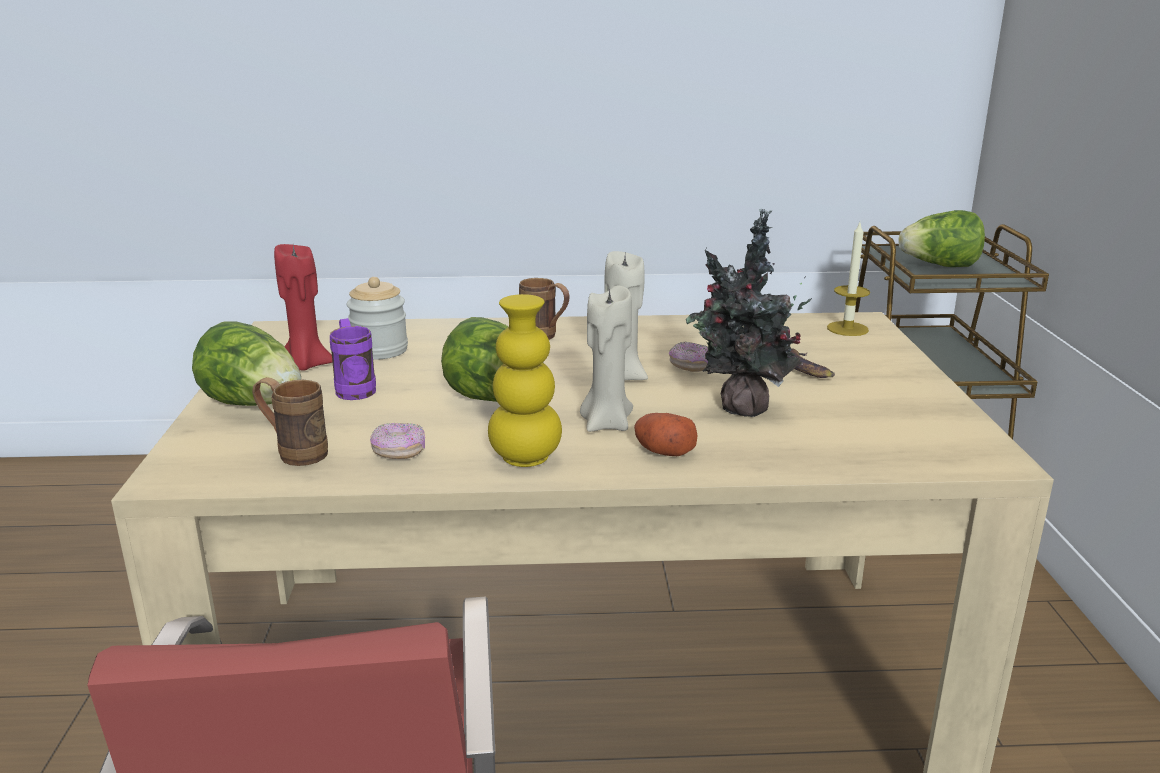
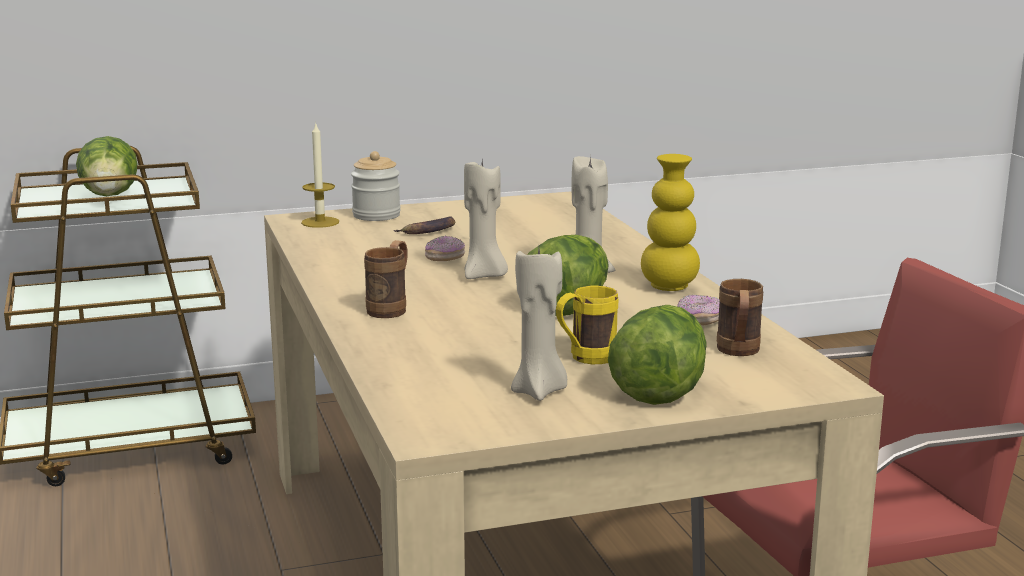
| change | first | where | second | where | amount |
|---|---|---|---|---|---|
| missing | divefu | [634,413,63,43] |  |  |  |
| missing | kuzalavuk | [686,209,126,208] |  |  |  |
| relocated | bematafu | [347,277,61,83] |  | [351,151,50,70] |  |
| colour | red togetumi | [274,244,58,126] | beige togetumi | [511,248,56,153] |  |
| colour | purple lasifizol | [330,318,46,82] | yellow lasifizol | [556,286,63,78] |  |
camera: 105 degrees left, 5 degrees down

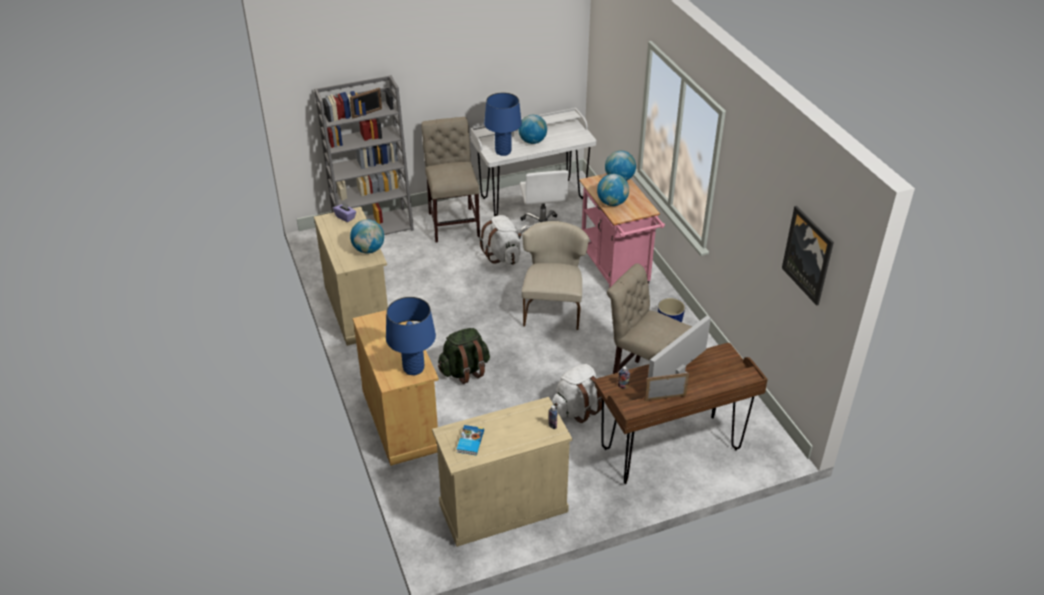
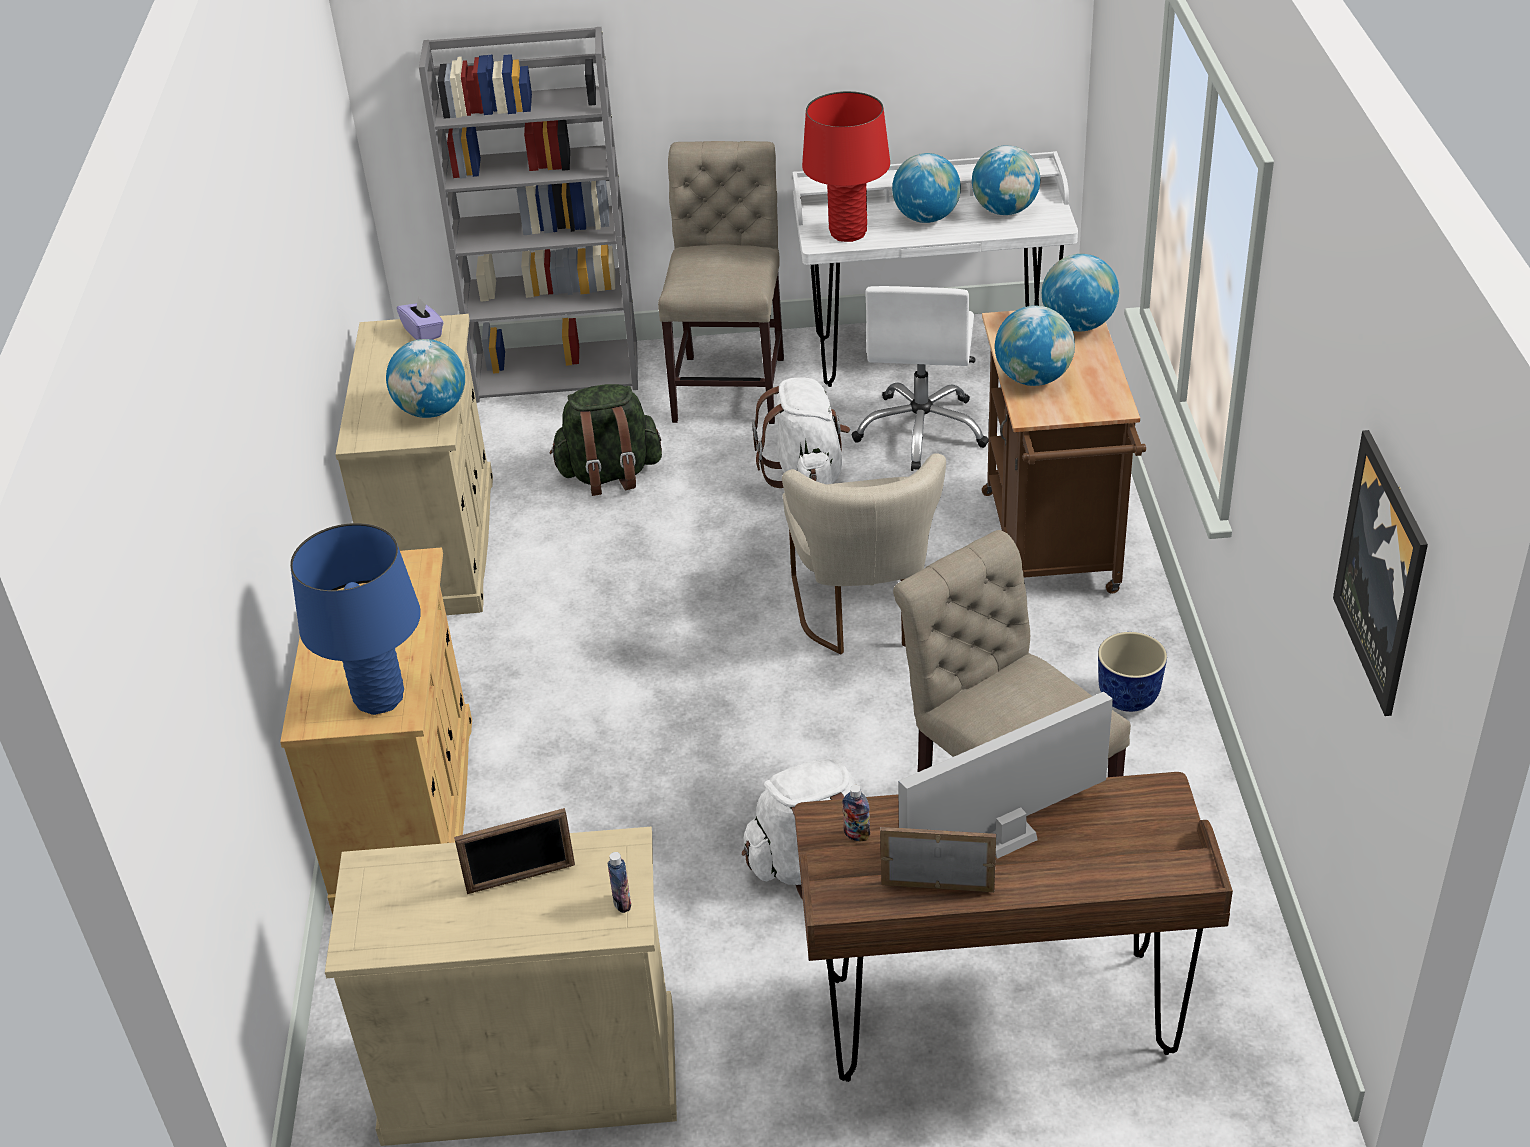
| change | first | where | second | where | amount |
|---|---|---|---|---|---|
| missing | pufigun | [457,425,27,30] |  |  |  |
| appeared |  |  | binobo | [972,145,68,70] |  |
| relocated | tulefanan | [350,88,32,30] |  | [454,808,121,86] |  |
| relocated | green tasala | [438,328,52,56] |  | [550,384,112,112] |  |
| colour | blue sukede | [484,93,38,63] | red sukede | [802,91,88,151] |  |
| colour | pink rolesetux | [579,173,86,115] | brown rolesetux | [982,310,164,284] |  |
| spun | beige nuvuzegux | [522,221,67,109] |  | [782,453,164,201] | 150 degrees clockwise |
camera: 20 degrees right, 0 degrees up

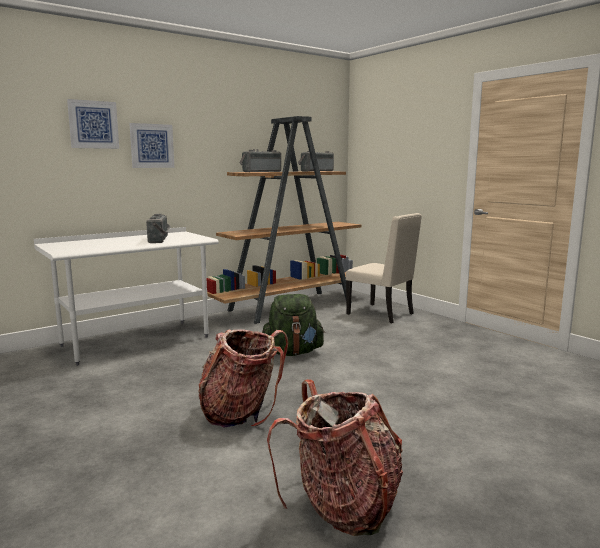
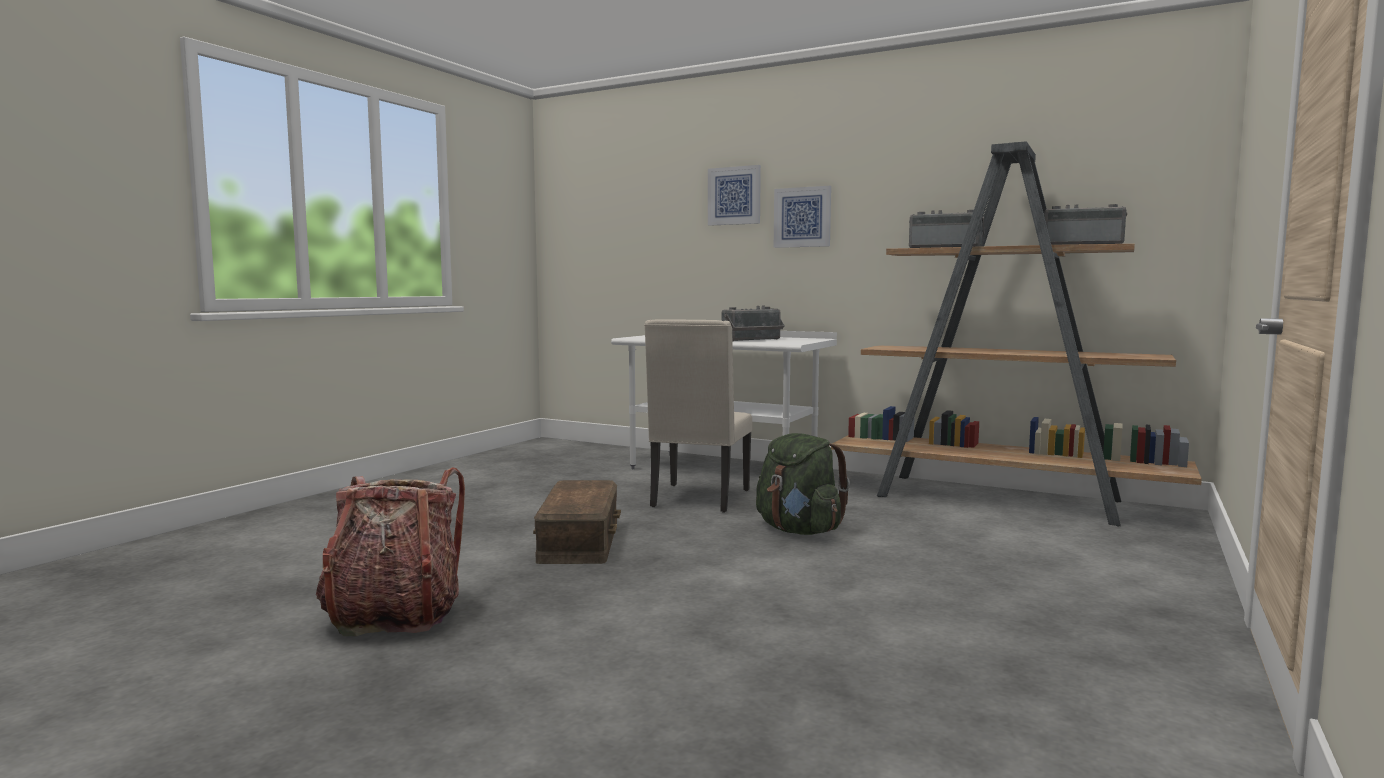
| change | first | where | second | where | amount |
|---|---|---|---|---|---|
| relocated | beige nuvuzegux | [346,213,76,111] |  | [644,319,108,194] |  |
| exchanged | tasala | [198,329,90,99] | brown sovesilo | [533,480,88,84] |  |
camera: 65 degrees right, 5 degrees down

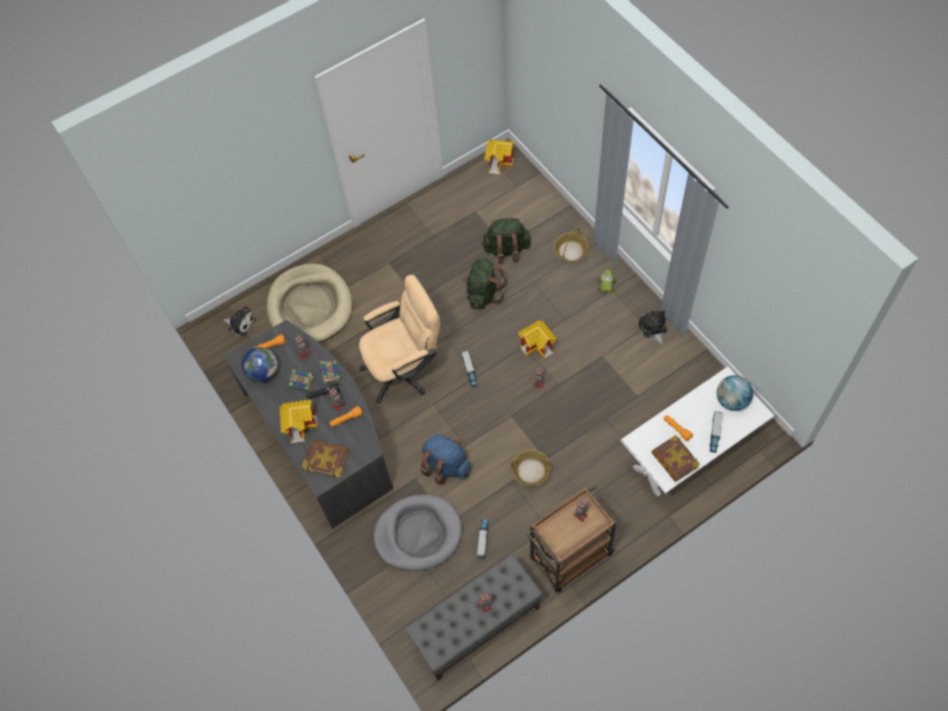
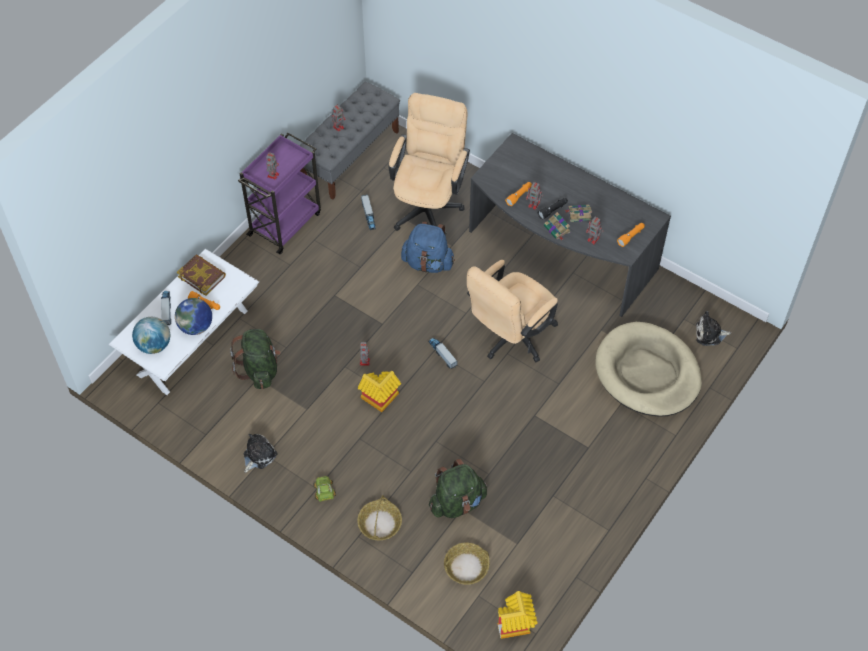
| change | first | where | second | where | amount |
|---|---|---|---|---|---|
| missing | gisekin | [279,399,38,44] |  |  |  |
| missing | pufigun | [302,440,47,38] |  |  |  |
| relocated | binobo | [242,347,36,36] |  | [175,298,37,37] |  |
| relocated | green tasala | [462,258,45,52] |  | [230,329,51,60] |  |
| relocated | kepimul | [511,450,40,36] |  | [444,542,46,43] |  |
| exchanged | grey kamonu | [374,494,88,77] | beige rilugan | [389,93,81,138] |  |
| colour | brown rolesetux | [526,486,94,107] | purple rolesetux | [238,132,83,122] |  |
| spun | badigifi | [638,310,29,34] |  | [244,434,34,39] | 105 degrees counterclockwise |
camera: 155 degrees right, 5 degrees down

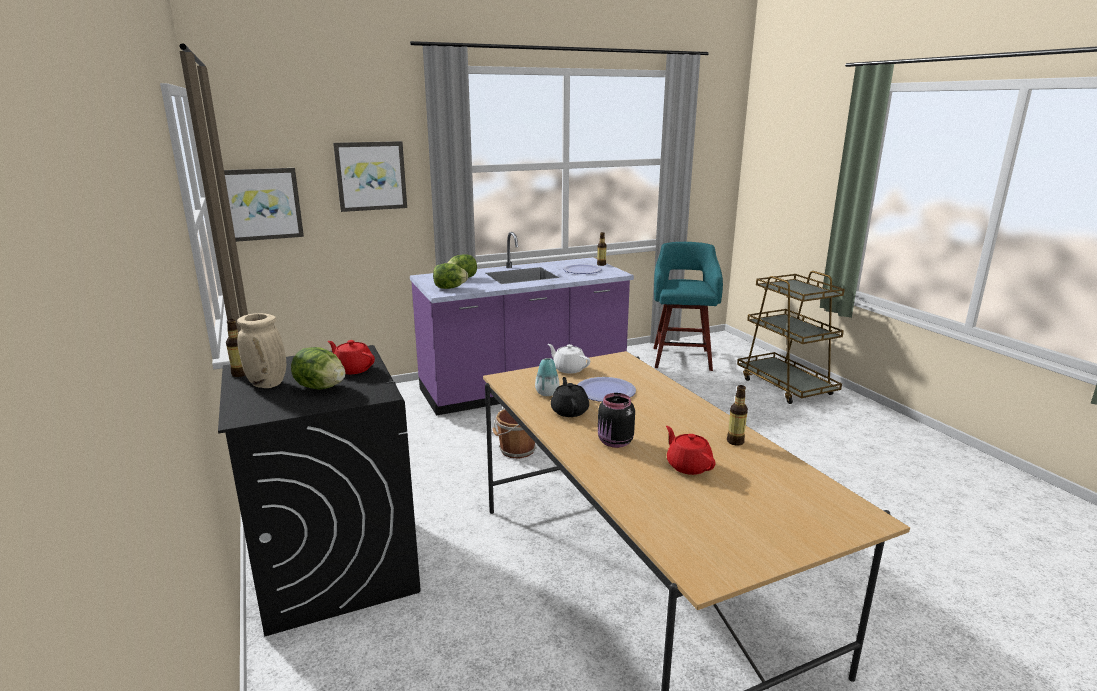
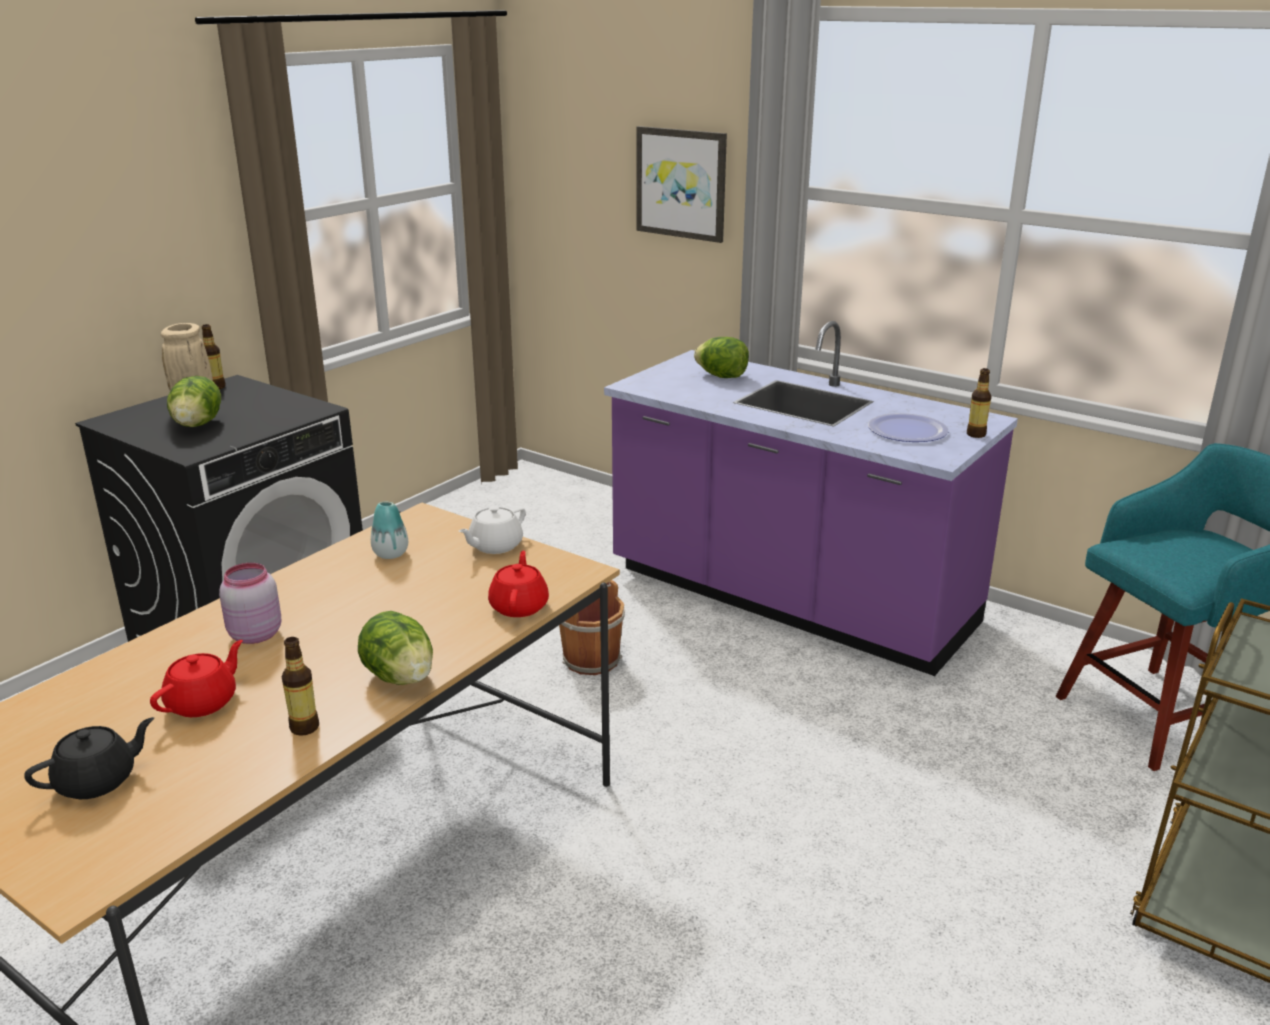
| change | first | where | second | where | amount |
|---|---|---|---|---|---|
| missing | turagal | [224,168,80,74] |  |  |  |
| missing | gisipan | [577,377,59,25] |  |  |  |
| relocated | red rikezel | [328,340,47,34] |  | [488,551,61,66] |  |
| relocated | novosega | [433,263,35,26] |  | [358,611,75,74] |  |
| relocated | black rikezel | [551,377,38,40] |  | [24,717,130,82] |  |
| colour | black bematafu | [598,393,37,55] | pink bematafu | [219,563,62,81] |  |
| spun | white rikezel | [548,344,42,30] |  | [459,506,67,48] | 150 degrees counterclockwise |
camera: 60 degrees right, 5 degrees up

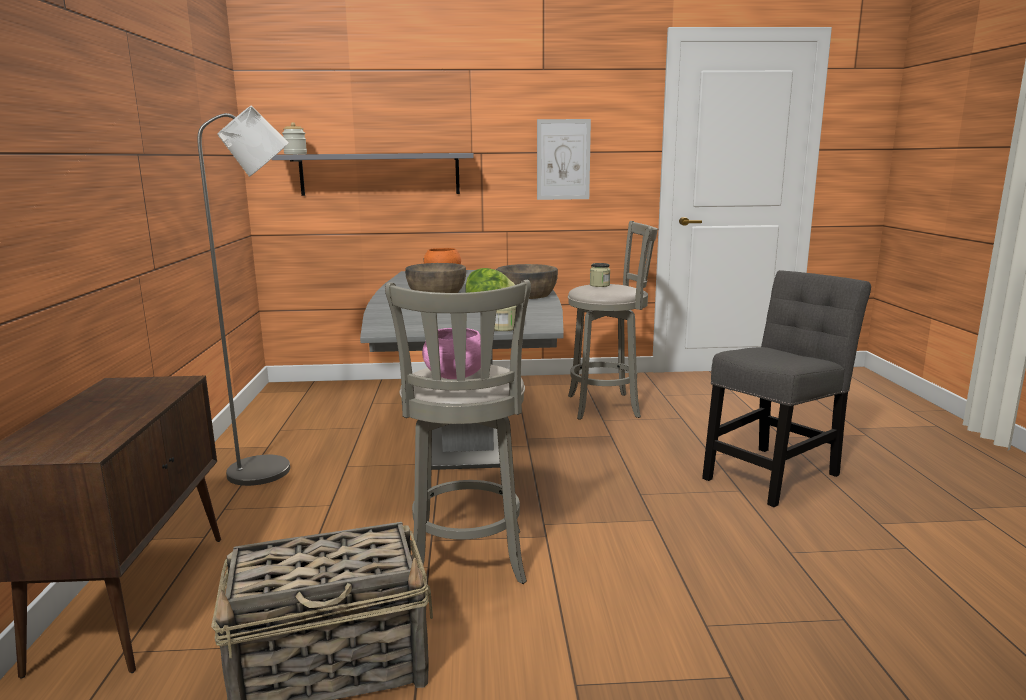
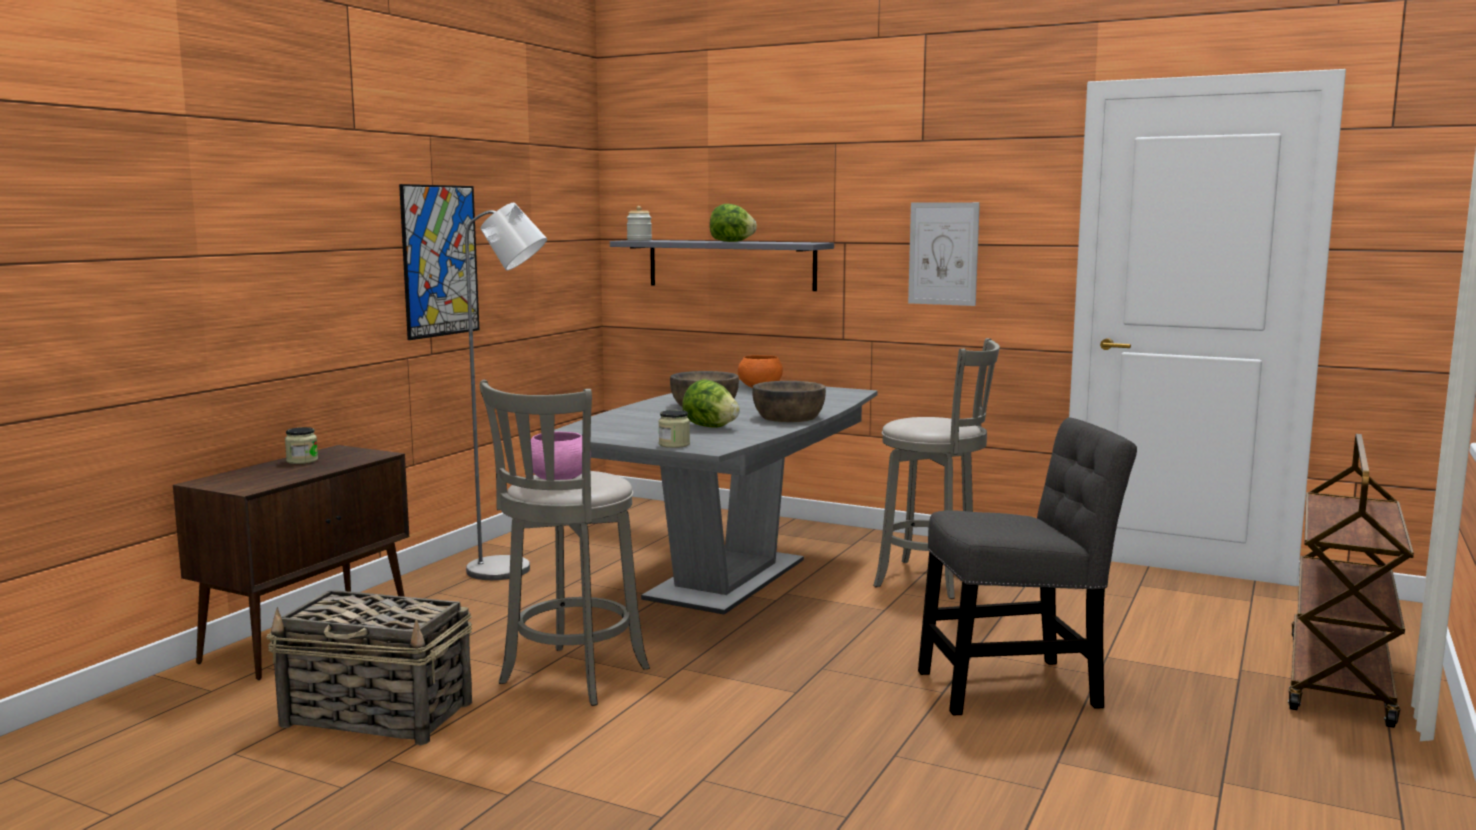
| change | first | where | second | where | amount |
|---|---|---|---|---|---|
| appeared |  |  | turagal | [399,184,80,156] |  |
| appeared |  |  | novosega | [710,204,47,38] |  |
| appeared |  |  | brown rolesetux | [1288,434,126,294] |  |
| relocated | bematafu | [590,263,20,24] |  | [285,427,33,37] |  |
camera: 30 degrees right, 5 degrees down

